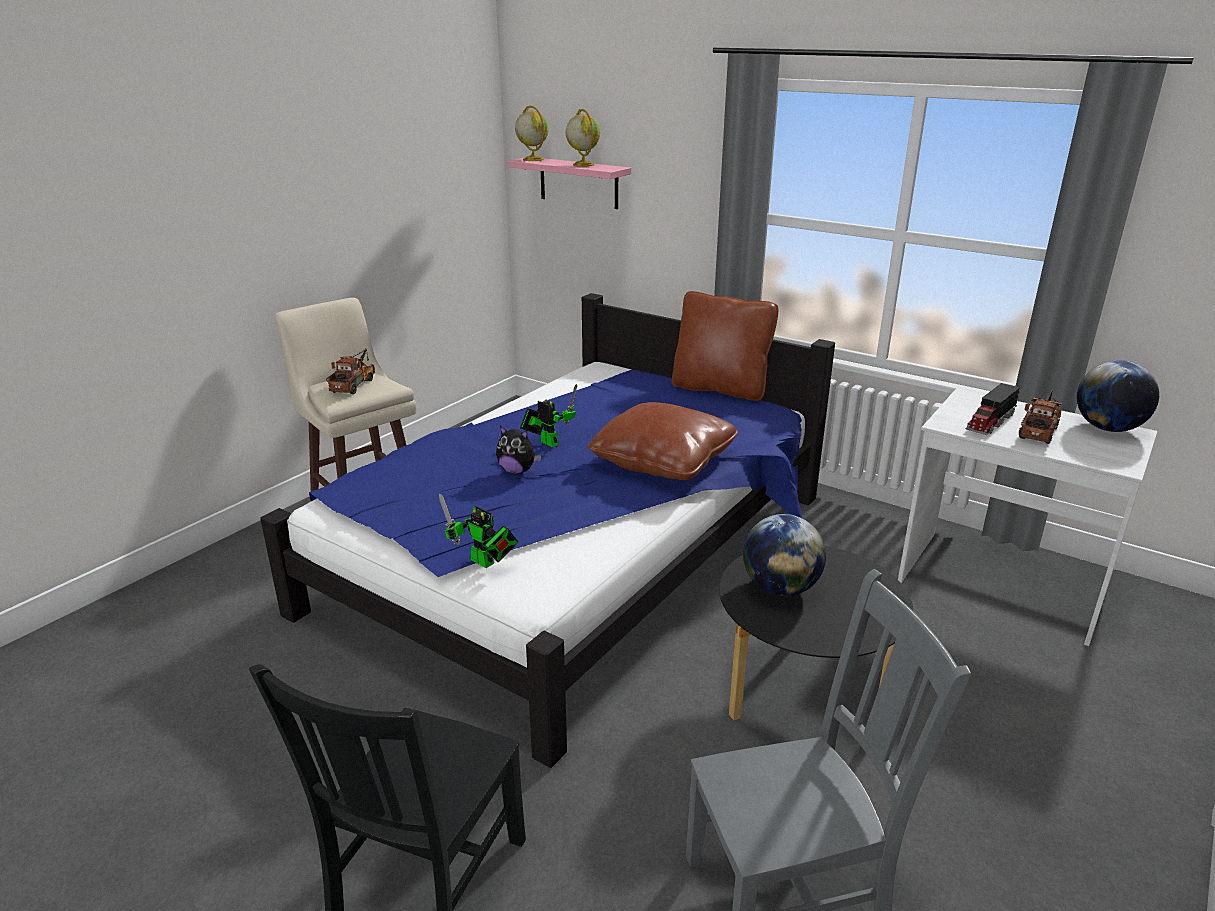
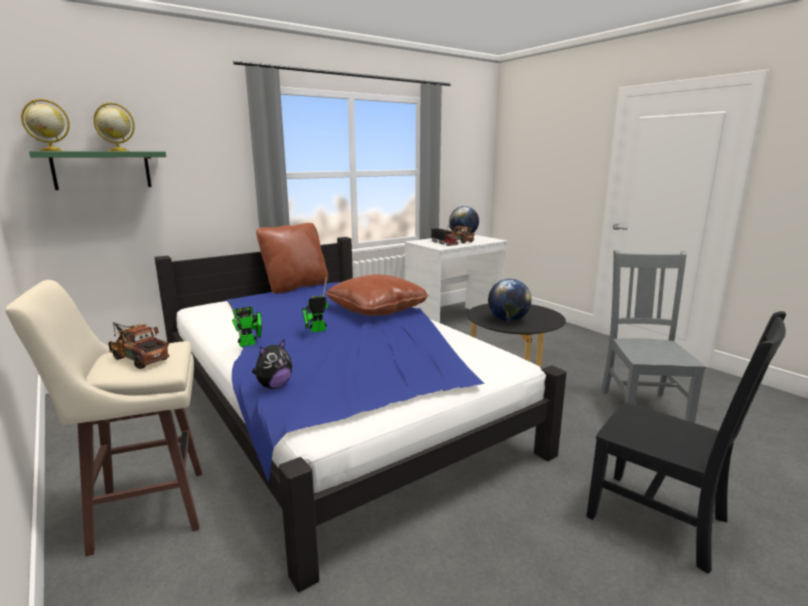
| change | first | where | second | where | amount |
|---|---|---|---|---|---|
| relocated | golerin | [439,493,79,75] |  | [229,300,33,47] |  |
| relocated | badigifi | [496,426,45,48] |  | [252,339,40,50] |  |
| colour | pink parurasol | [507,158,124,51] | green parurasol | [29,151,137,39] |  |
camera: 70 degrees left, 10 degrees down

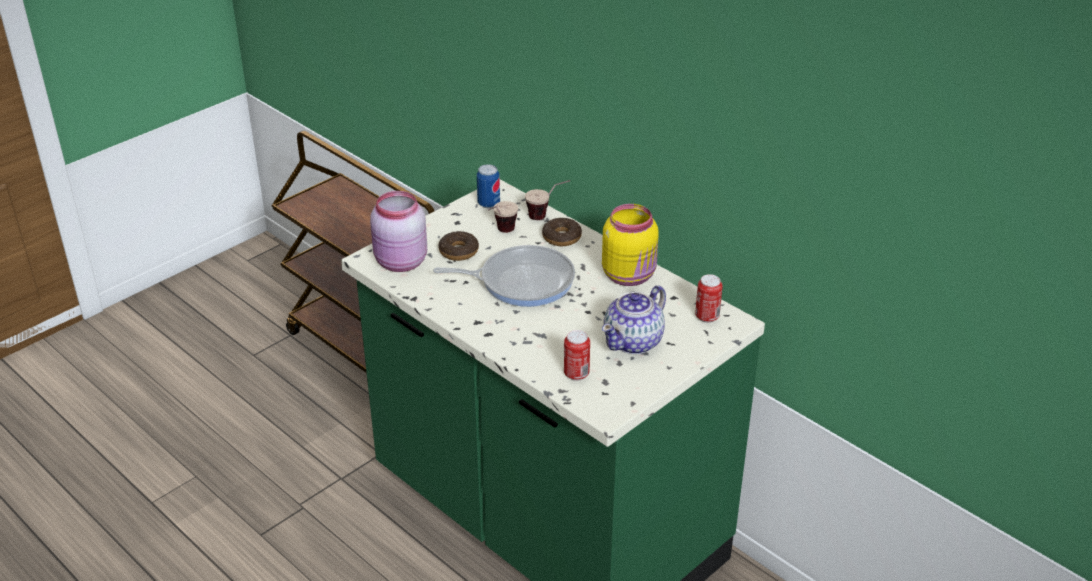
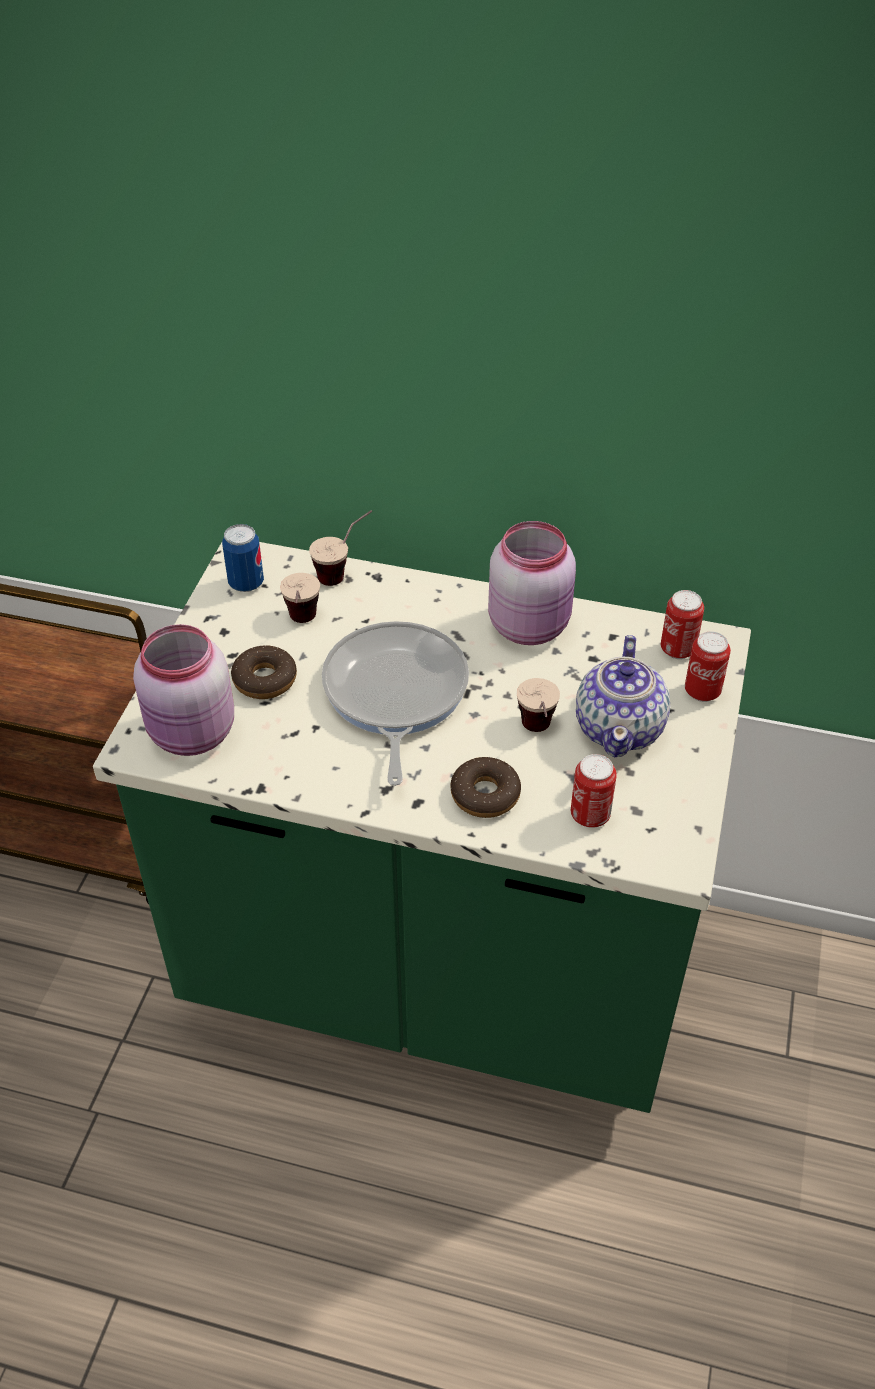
| change | first | where | second | where | amount |
|---|---|---|---|---|---|
| appeared |  |  | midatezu | [517,678,43,54] |  |
| appeared |  |  | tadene | [685,631,46,71] |  |
| relocated | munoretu | [542,218,40,28] |  | [451,756,70,62] |  |
| colour | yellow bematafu | [602,204,57,82] | pink bematafu | [488,521,88,124] |  |
| spun | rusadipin | [433,245,142,62] |  | [322,621,147,165] | 60 degrees counterclockwise |
camera: 30 degrees left, 10 degrees up

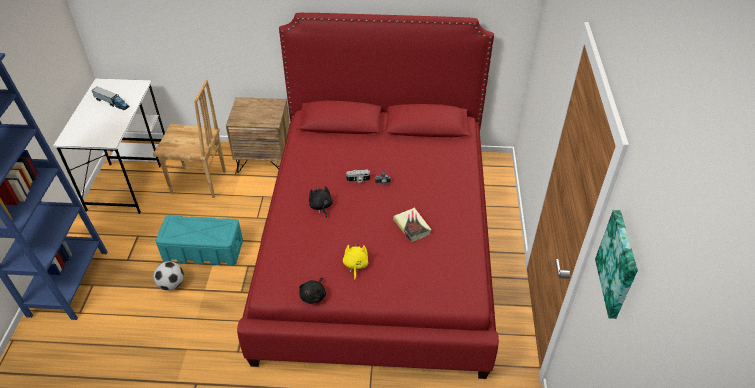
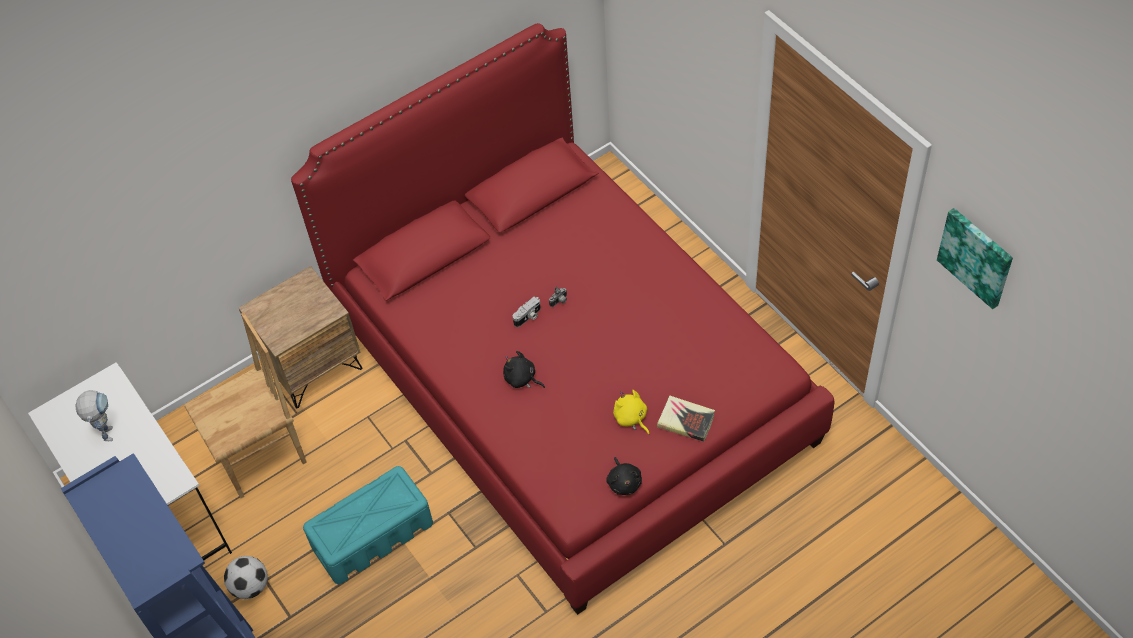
| change | first | where | second | where | amount |
|---|---|---|---|---|---|
| relocated | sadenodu | [153,261,31,30] |  | [224,556,44,43] |  |
| relocated | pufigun | [393,208,38,34] |  | [657,395,58,47] |  |
| exchanged | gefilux | [91,87,39,23] | golerin | [75,390,38,51] |  |
camera: 35 degrees left, 10 degrees up

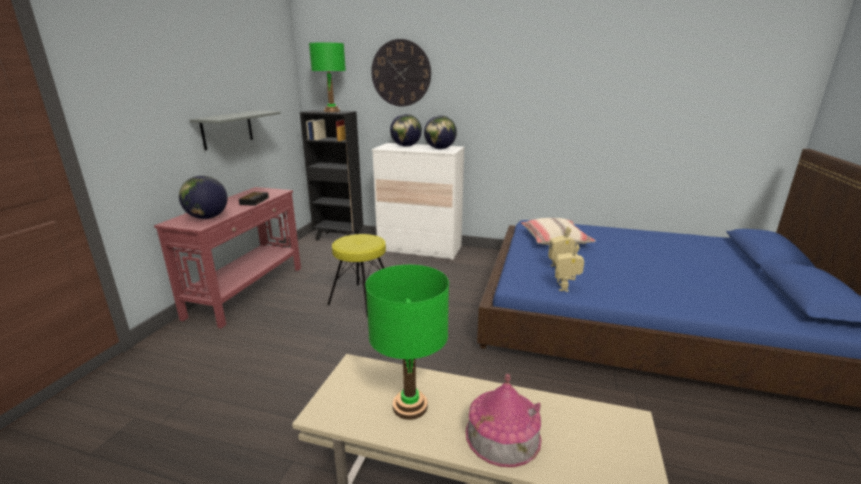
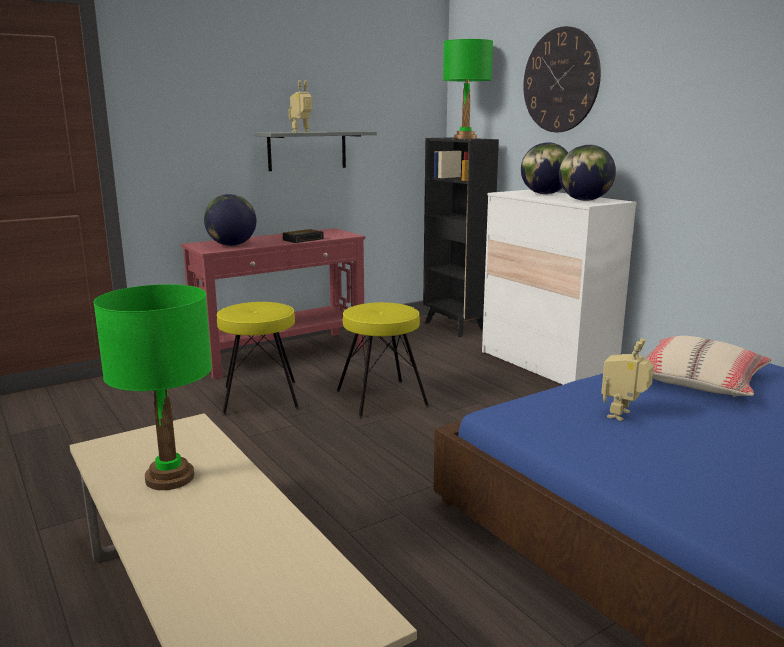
| change | first | where | second | where | amount |
|---|---|---|---|---|---|
| missing | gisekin | [466,374,76,93] |  |  |  |
| appeared |  |  | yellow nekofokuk | [217,302,82,113] |  |
| relocated | golerin | [555,244,29,48] |  | [289,80,23,52] |  |
camera: 40 degrees right, 5 degrees down

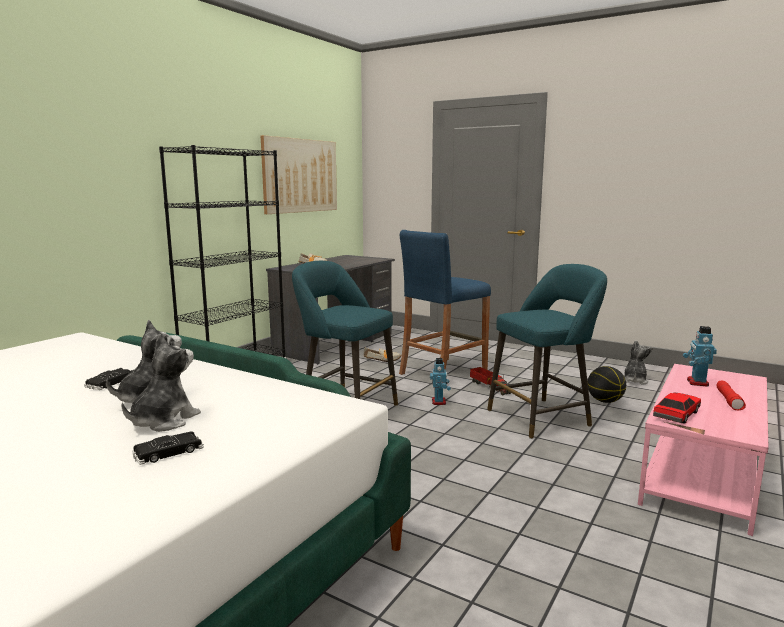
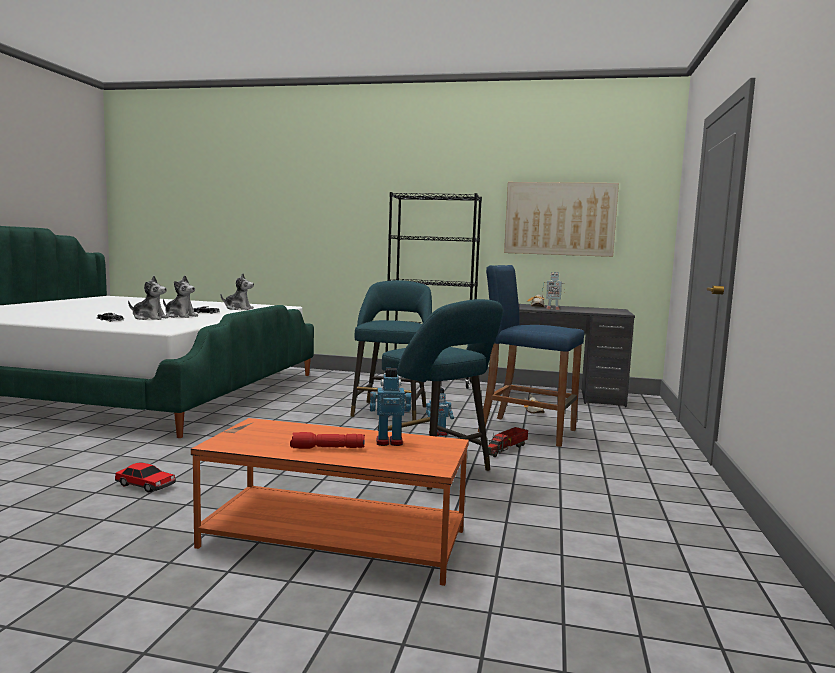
| change | first | where | second | where | amount |
|---|---|---|---|---|---|
| missing | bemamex | [588,366,38,37] |  |  |  |
| appeared |  |  | golerin | [543,272,22,38] |  |
| relocated | badigifi | [624,340,29,45] |  | [221,273,33,37] |  |
| relocated | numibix | [653,393,48,31] |  | [115,462,61,30] |  |
| colour | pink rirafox | [638,364,130,172] | orange rirafox | [191,418,278,168] |  |
camera: 70 degrees right, 5 degrees down

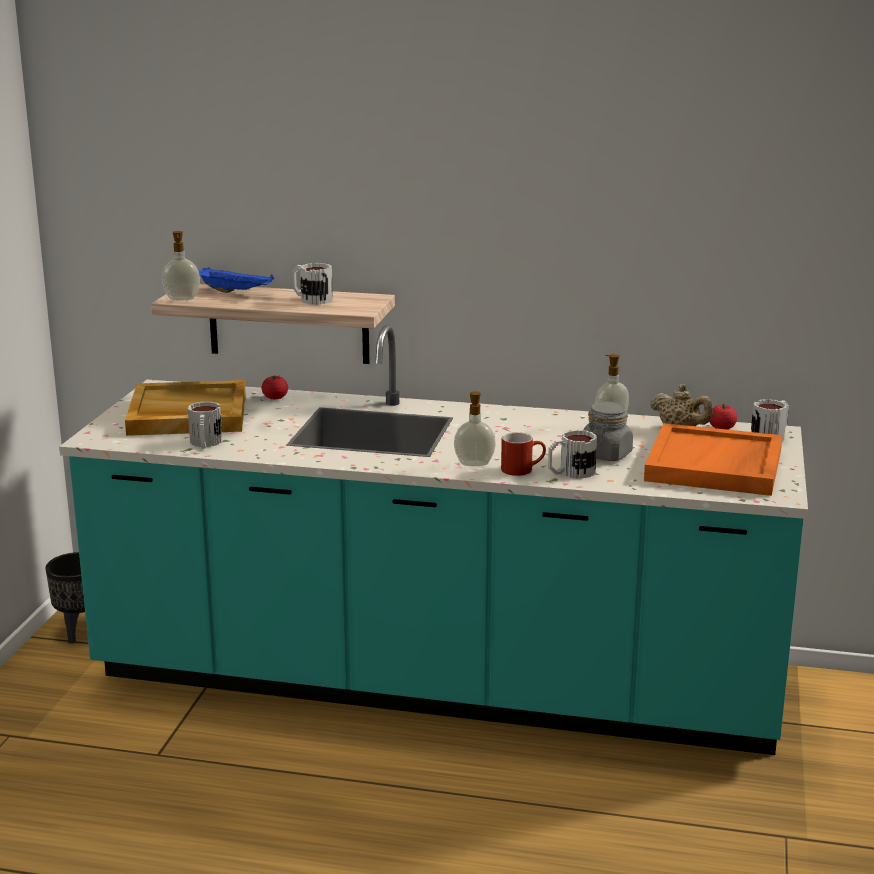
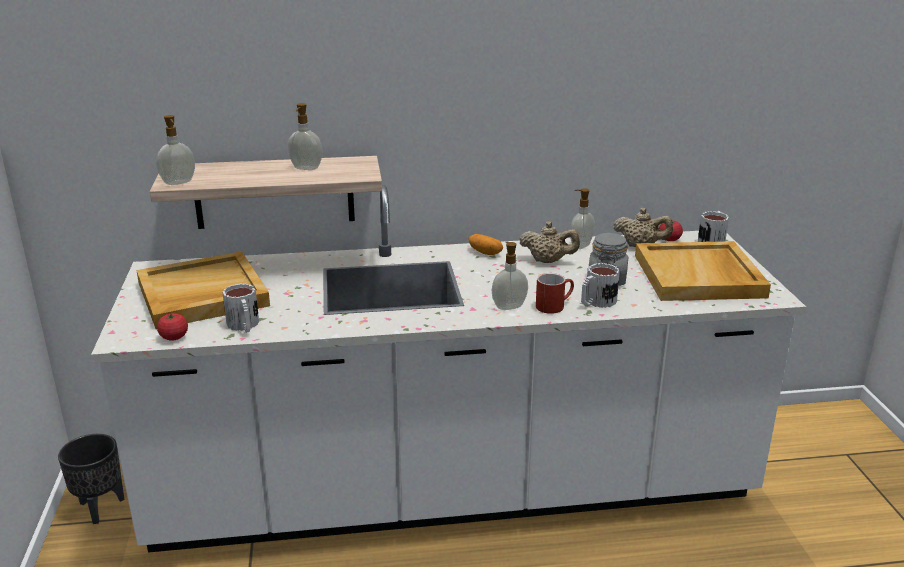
| change | first | where | second | where | amount |
|---|---|---|---|---|---|
| missing | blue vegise | [198,268,76,25] |  |  |  |
| appeared |  |  | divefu | [469,234,34,21] |  |
| appeared |  |  | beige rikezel | [519,221,61,42] |  |
| relocated | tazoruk | [262,375,26,24] |  | [157,312,31,28] |  |
| exchanged | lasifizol | [292,263,41,42] | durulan | [288,103,35,67] |  |
| colour | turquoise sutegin | [59,325,749,430] | white sutegin | [91,185,715,368] |  |
| colour | orange vegise | [644,423,139,73] | beige vegise | [635,241,136,60] |  |
camera: 20 degrees left, 5 degrees up

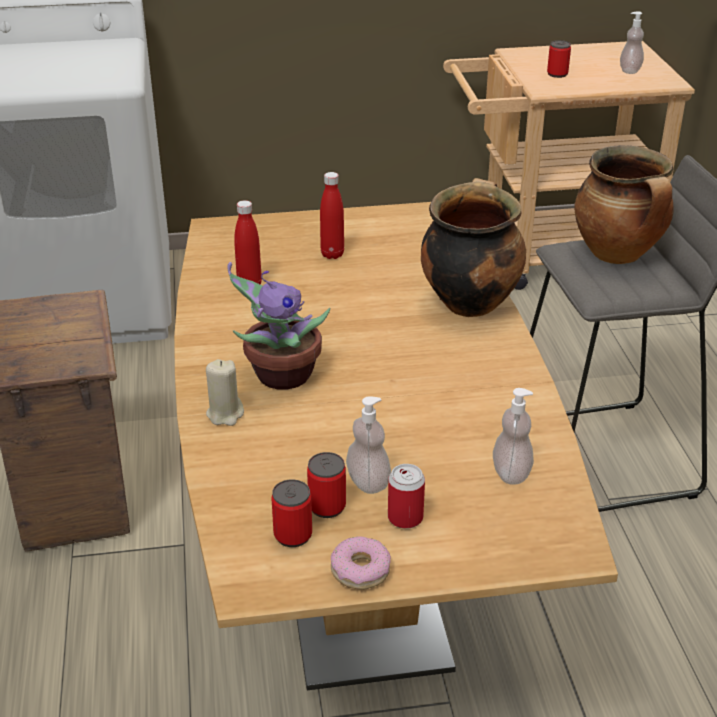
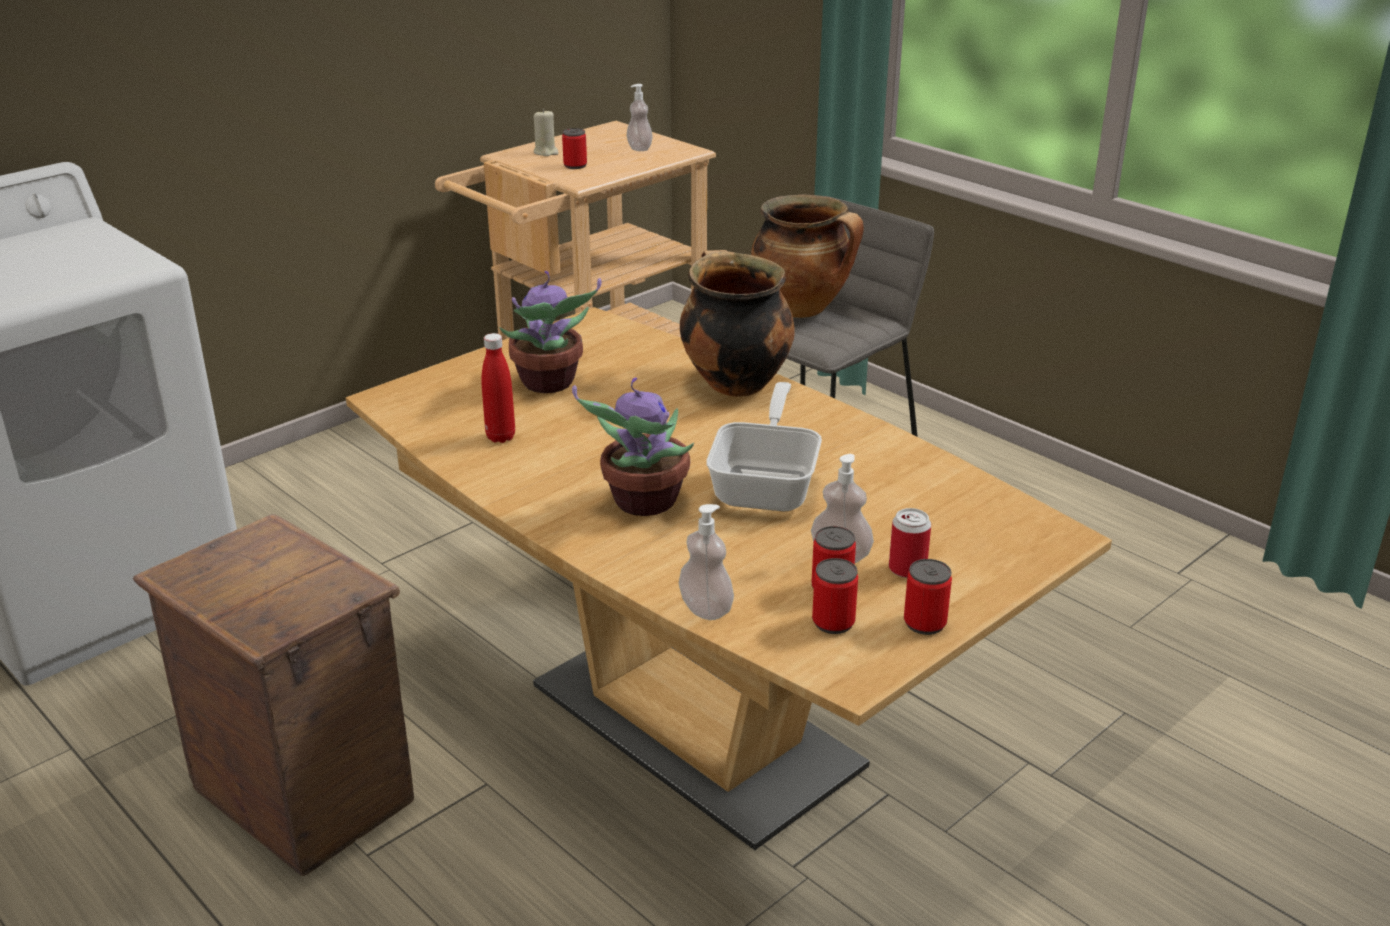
| change | first | where | second | where | amount |
|---|---|---|---|---|---|
| appeared |  |  | rusadipin | [706,382,116,129] |  |
| relocated | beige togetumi | [206,359,38,67] |  | [533,109,26,47] |  |
| relocated | durulan | [493,388,41,97] |  | [679,504,55,116] |  |
| exchanged | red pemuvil | [320,172,24,87] | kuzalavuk | [499,271,103,122] |  |
| exchanged | munoretu | [331,536,60,54] | tadene | [904,559,48,76] |  |
camera: 35 degrees left, 5 degrees down

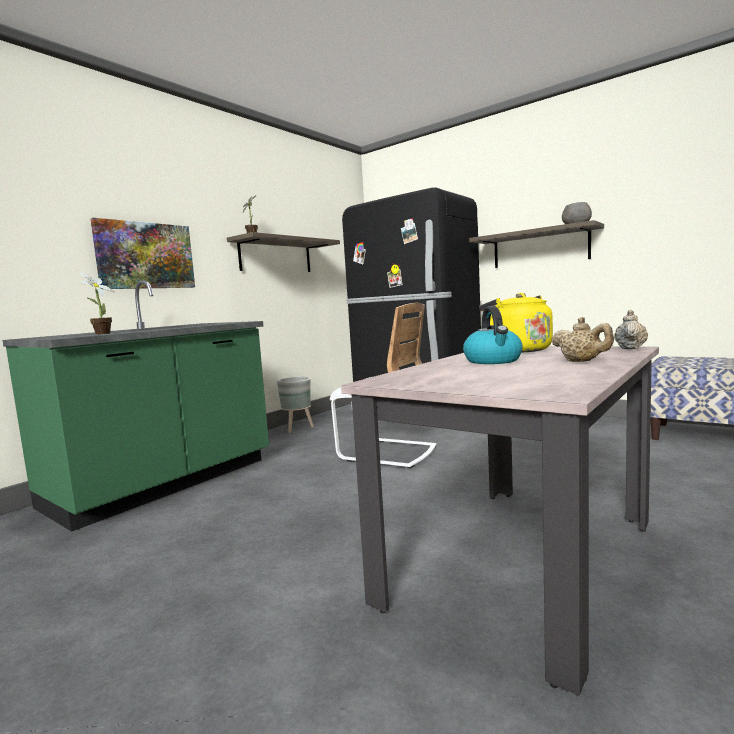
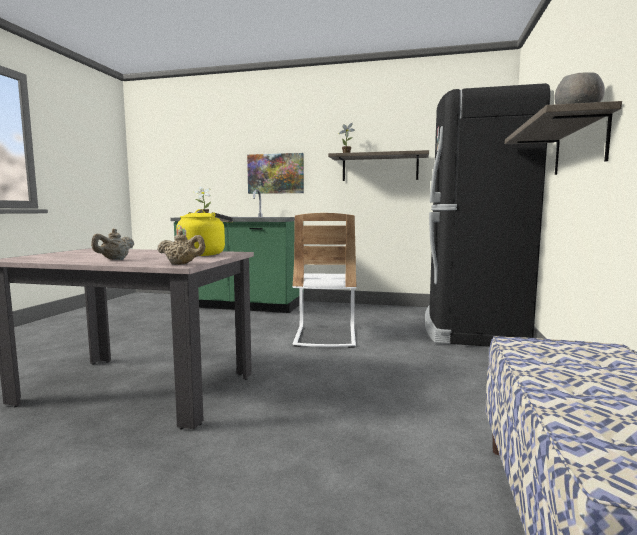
| change | first | where | second | where | amount |
|---|---|---|---|---|---|
| missing | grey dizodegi | [277,377,37,56] |  |  |  |
| missing | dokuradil | [463,306,60,58] |  |  |  |
camera: 65 degrees right, 0 degrees up

